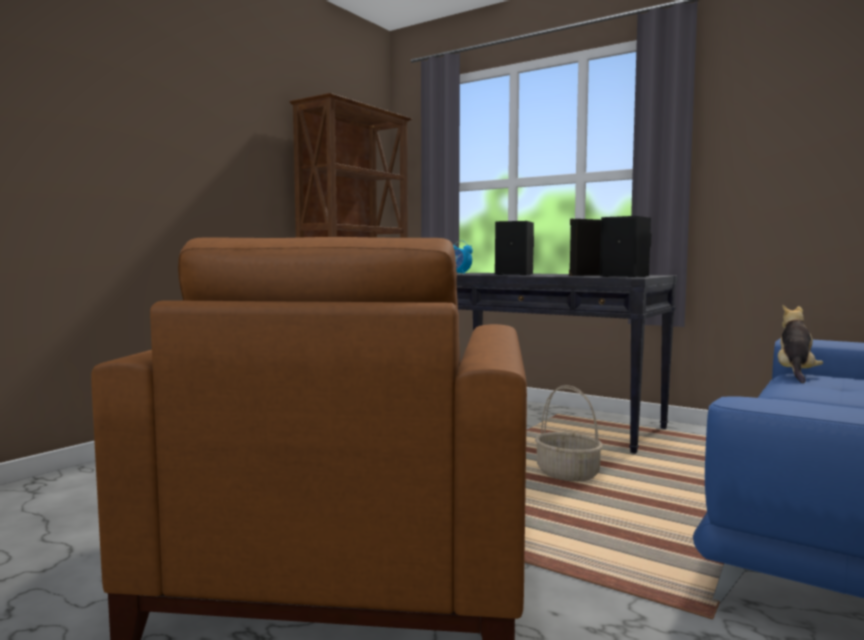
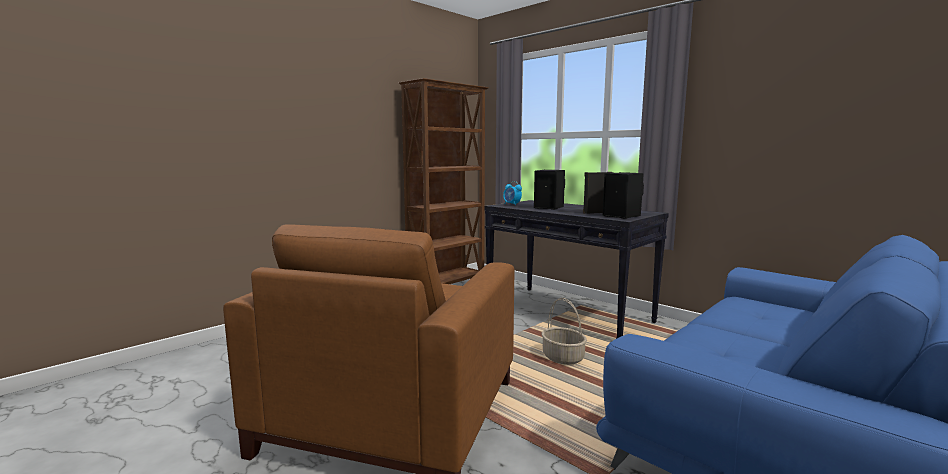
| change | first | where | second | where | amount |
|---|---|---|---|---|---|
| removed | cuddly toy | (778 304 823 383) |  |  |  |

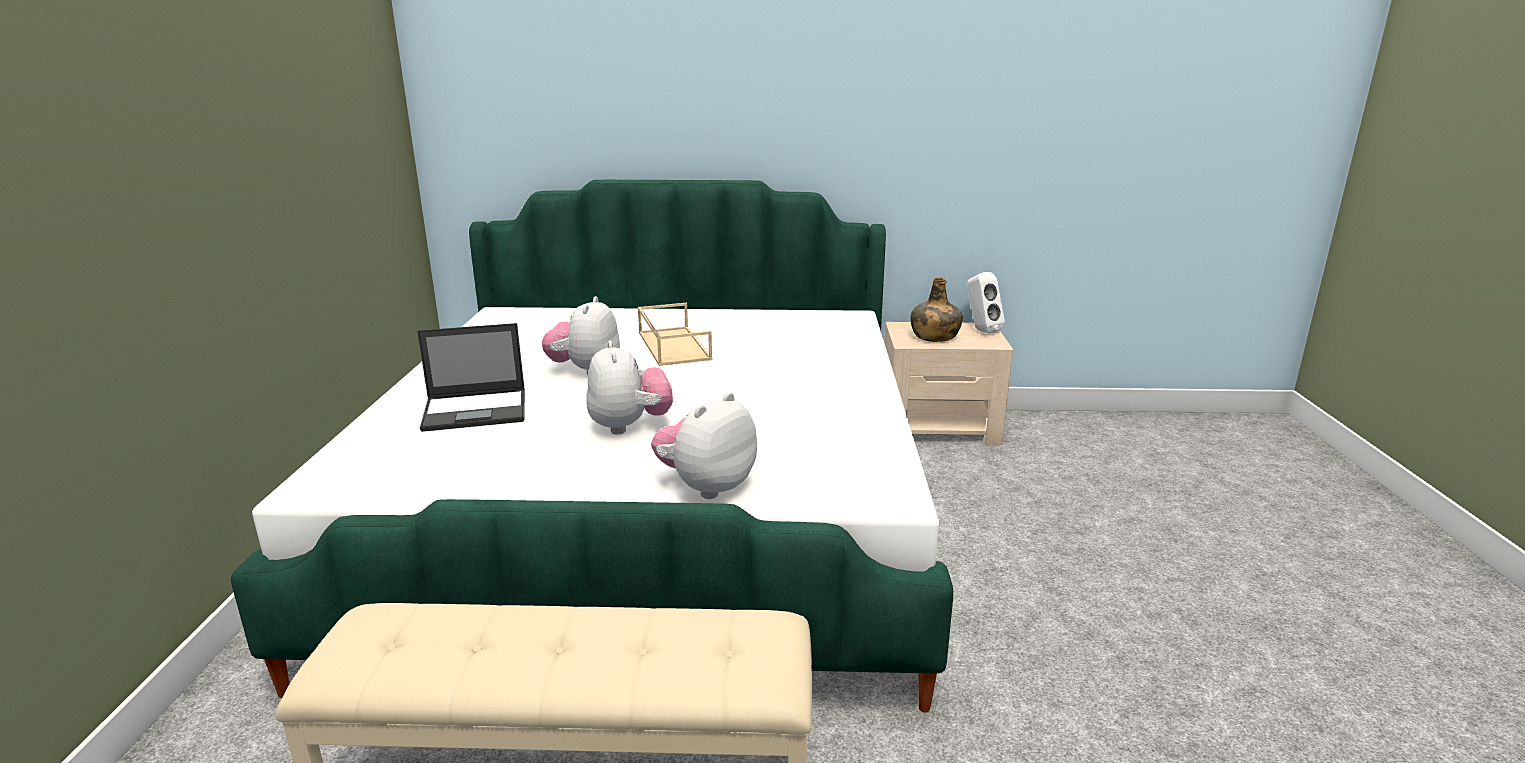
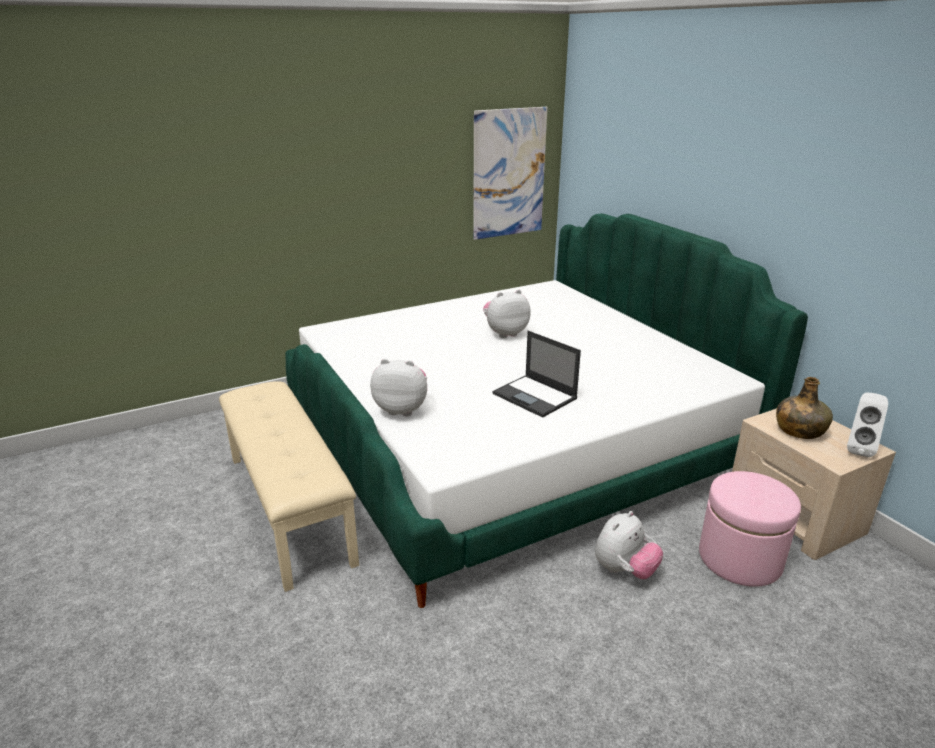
| change | first | where | second | where | amount |
|---|---|---|---|---|---|
| moved | laptop | (417 323 525 432) |  | (492 331 581 418) |  |
| moved | cuddly toy | (586 341 673 435) |  | (595 511 663 579) |  |
| removed | beige-coloured carrying tray | (638 303 712 366) |  |  |  |
| added |  |  | wall art | (473 107 547 240) |  |
| added |  |  | pinkish ottoman | (699 471 801 587) |  |

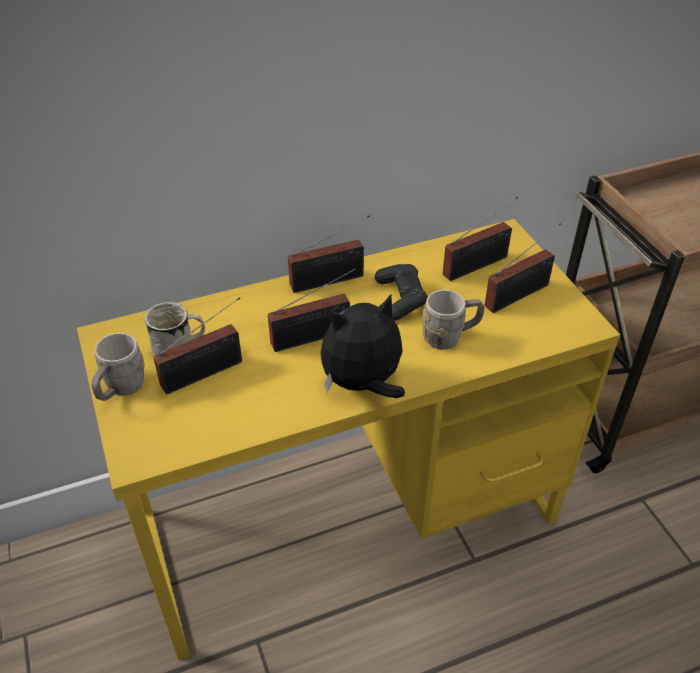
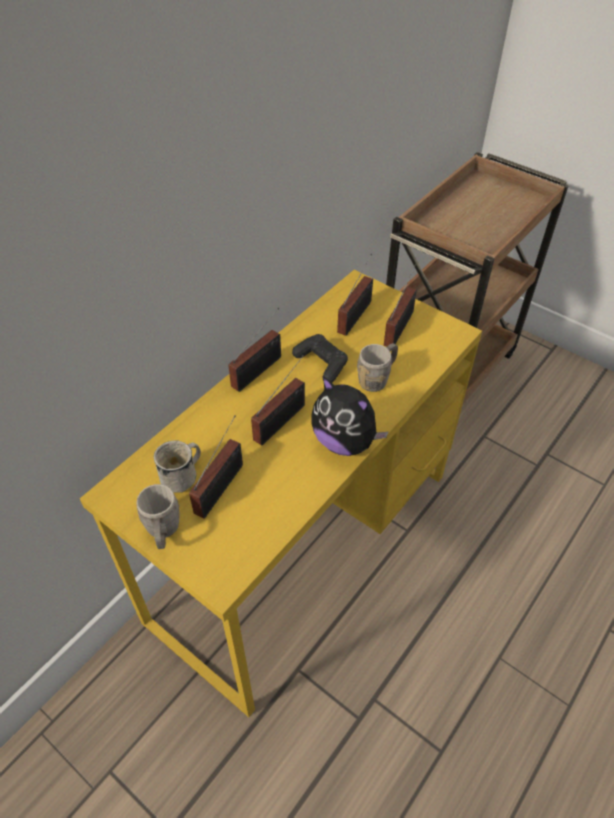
| change | first | where | second | where | amount |
|---|---|---|---|---|---|
| turned | cuddly toy | (320 294 405 398) |  | (311 376 389 456) | 90 degrees counterclockwise |

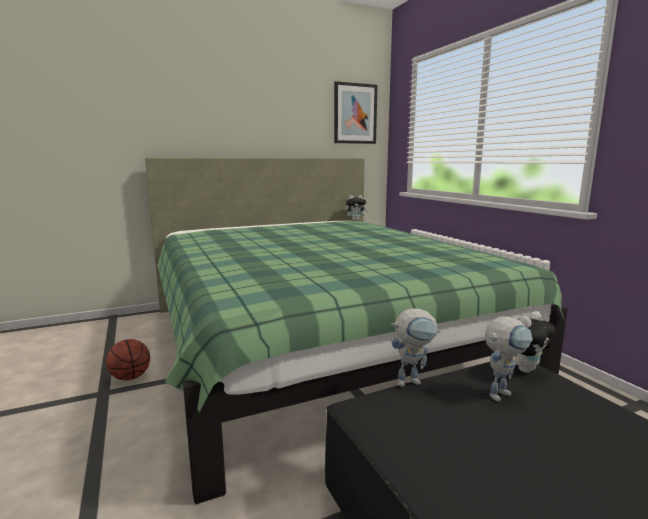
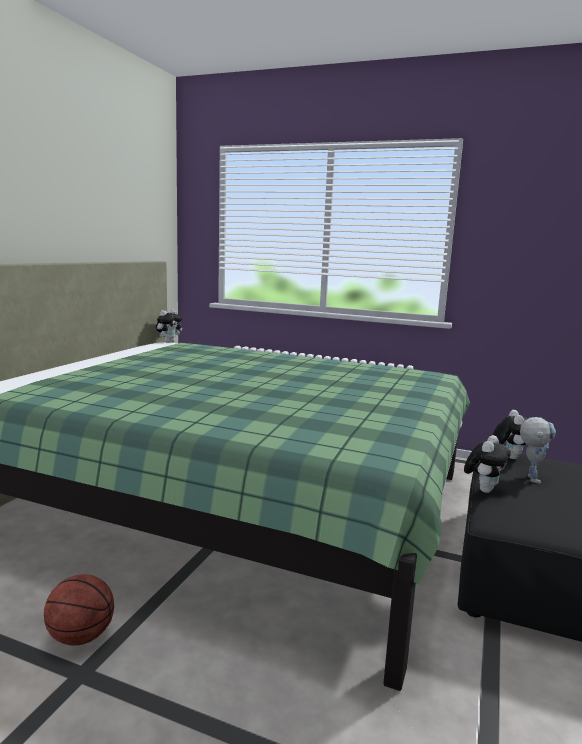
| change | first | where | second | where | amount |
|---|---|---|---|---|---|
| removed | wall art | (334 81 377 144) |  |  |  |
| replaced | toy robot | (391 308 440 387) | cuddly toy | (464 435 511 493) |  |

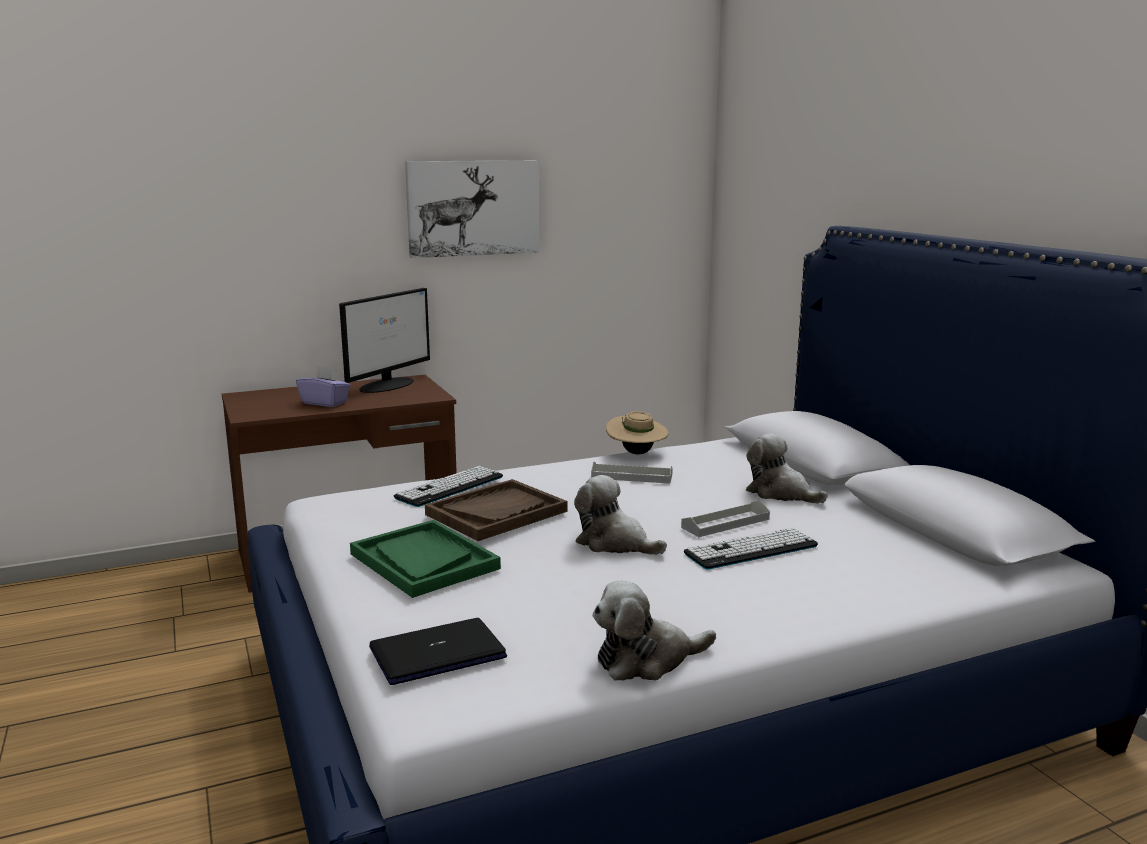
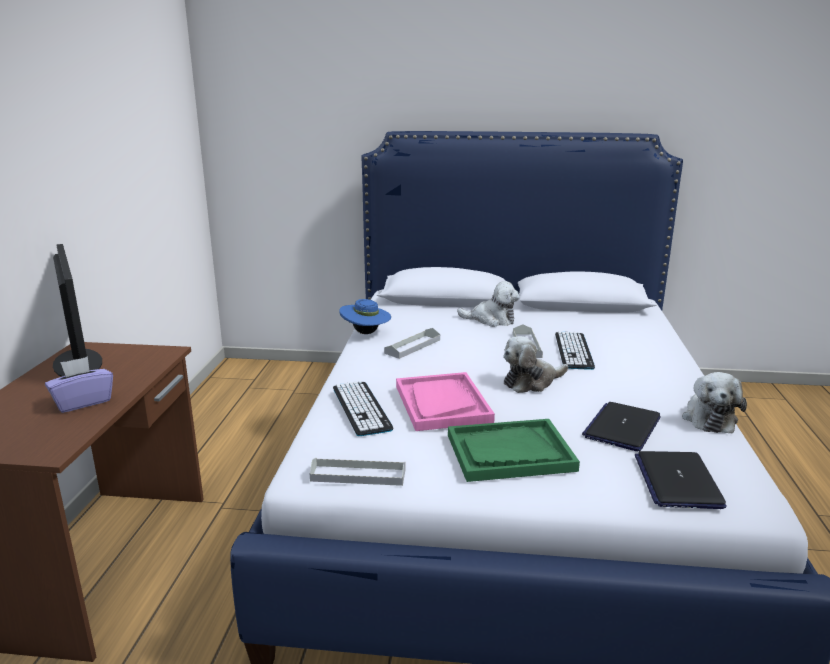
| change | first | where | second | where | amount |
|---|---|---|---|---|---|
| removed | wall art | (405 161 539 258) |  |  |  |
| recoloured | brownish carrying tray | (425 479 567 541) | pinkish carrying tray | (396 372 495 431) |  |
| recoloured | beige-coloured hat | (606 411 669 454) | bluish hat | (339 299 391 334) |  |
| turned | cuddly toy | (746 433 828 503) |  | (457 281 520 327) | 150 degrees counterclockwise |
| added |  |  | gray carrying tray | (310 458 406 486) |  |
| added |  |  | laptop | (582 402 661 451) |  |

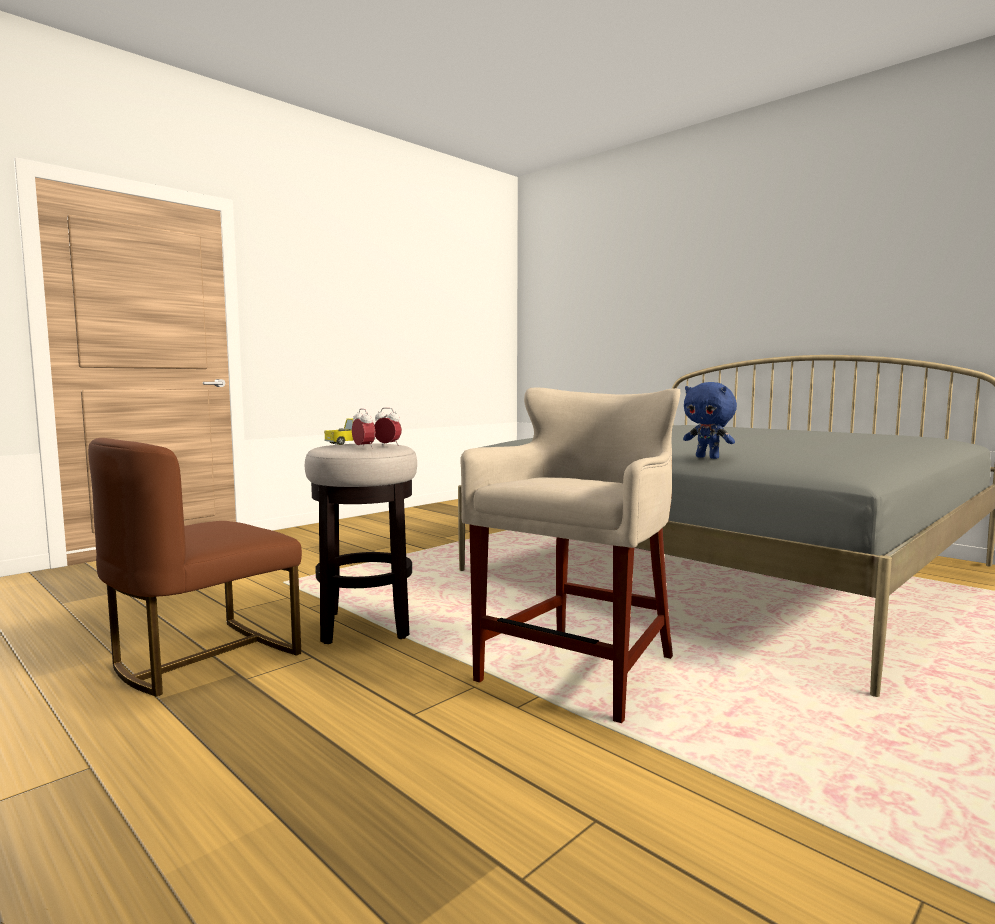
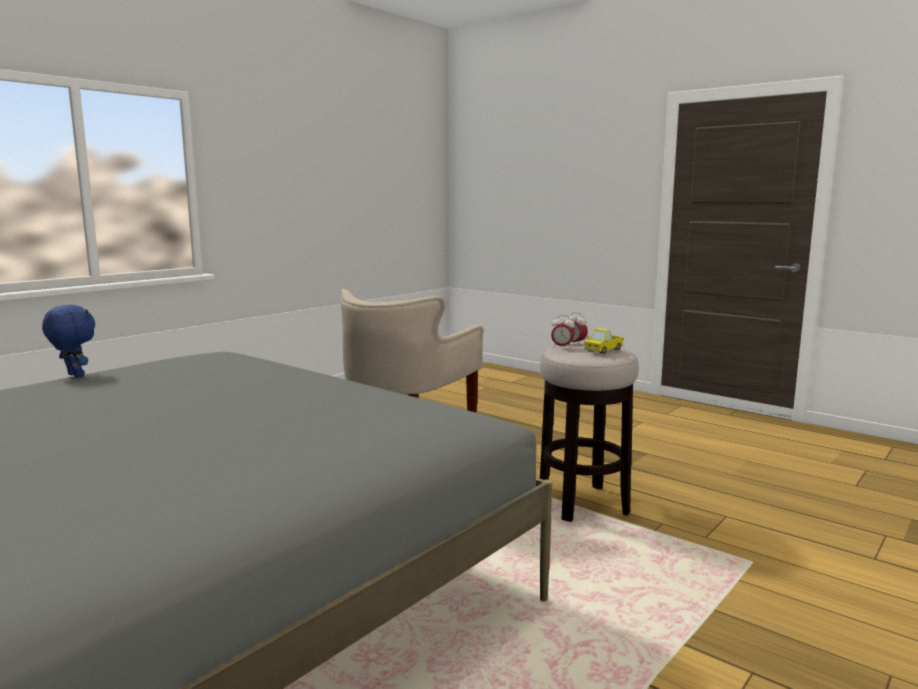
| change | first | where | second | where | amount |
|---|---|---|---|---|---|
| removed | brownish chair | (88 438 302 697) |  |  |  |
| moved | bluish cuddly toy | (683 382 737 459) |  | (42 305 95 377) |  |

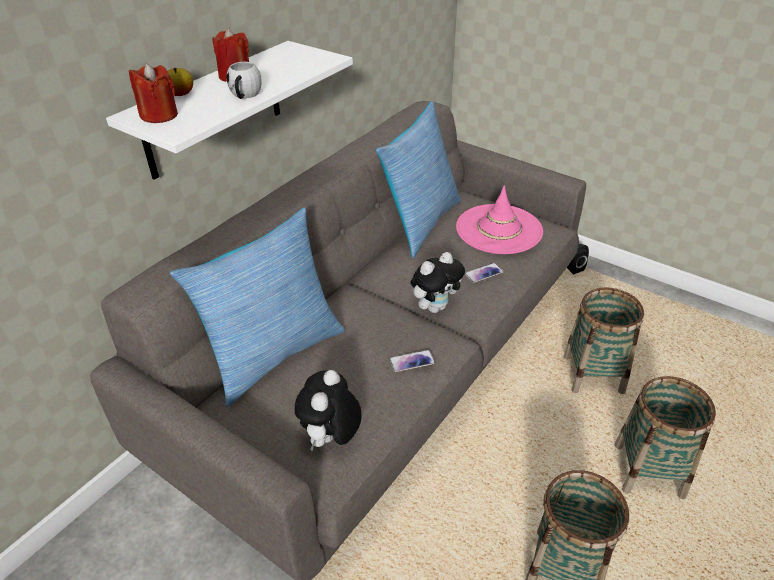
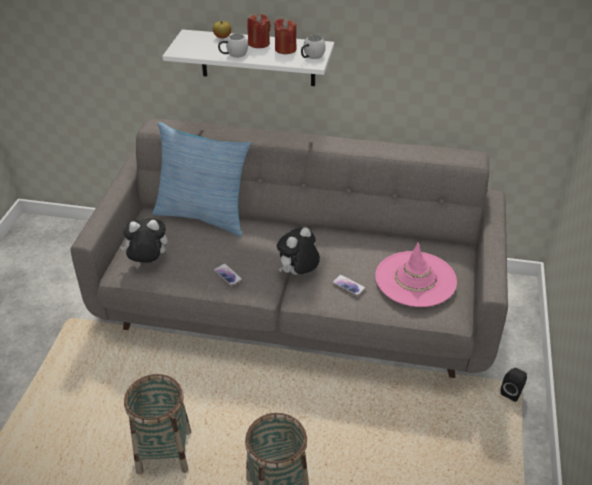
| change | first | where | second | where | amount |
|---|---|---|---|---|---|
| moved | reddish candle | (129 64 178 123) |  | (274 18 297 54) |  |
| removed | throw pillow | (376 102 461 258) |  |  |  |
| turned | cuddly toy | (411 252 465 313) |  | (277 227 320 275) | 105 degrees clockwise |
| removed | household basket | (563 287 644 394) |  |  |  |
| added |  |  | white-coloured tea mug | (301 35 326 59) |  |

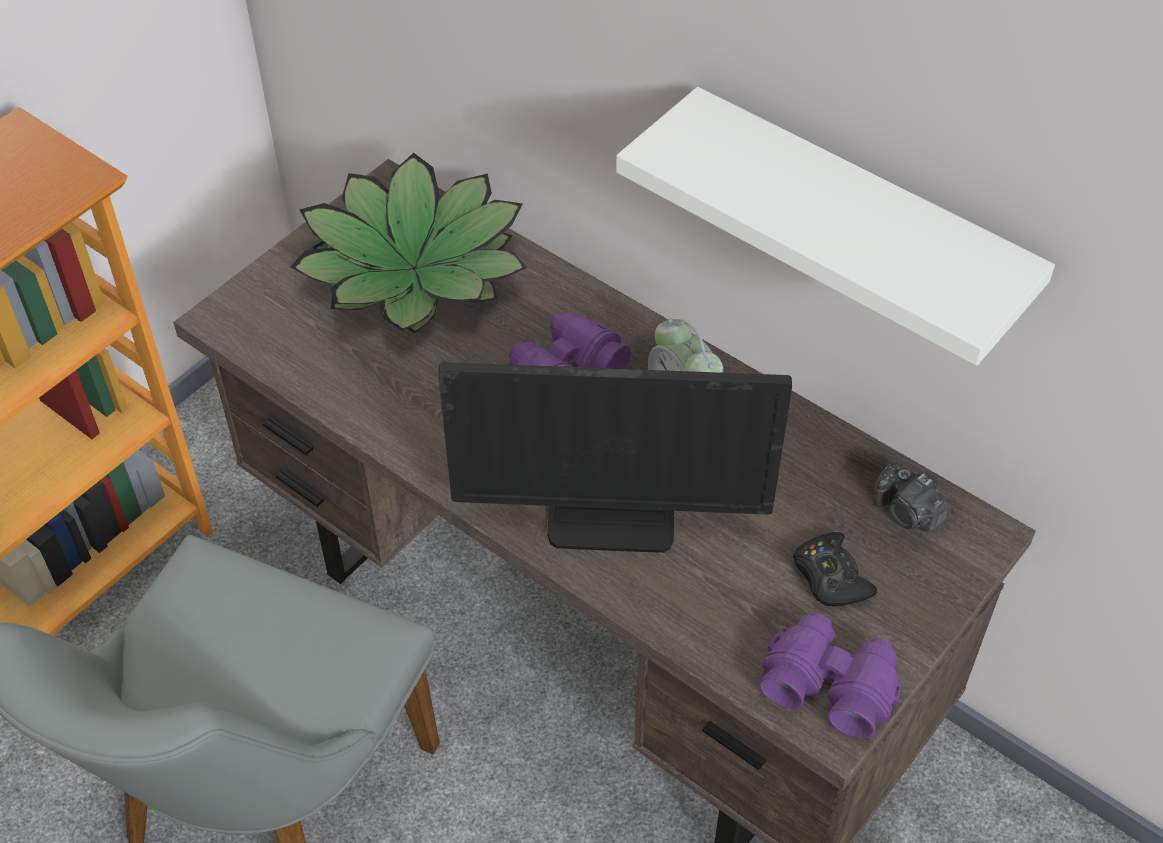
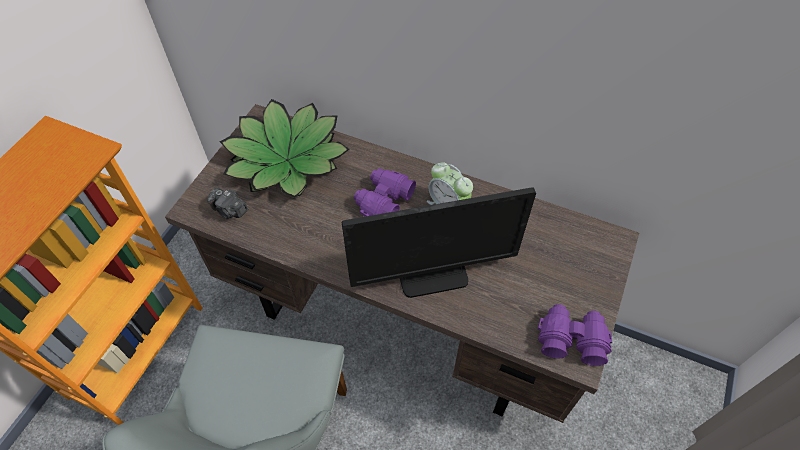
| change | first | where | second | where | amount |
|---|---|---|---|---|---|
| removed | white-coloured wall shelf | (616 87 1055 366) |  |  |  |
| removed | blackish joypad | (793 532 877 606) |  |  |  |
| moved | photo camera | (873 462 951 531) |  | (207 187 248 219) |  |

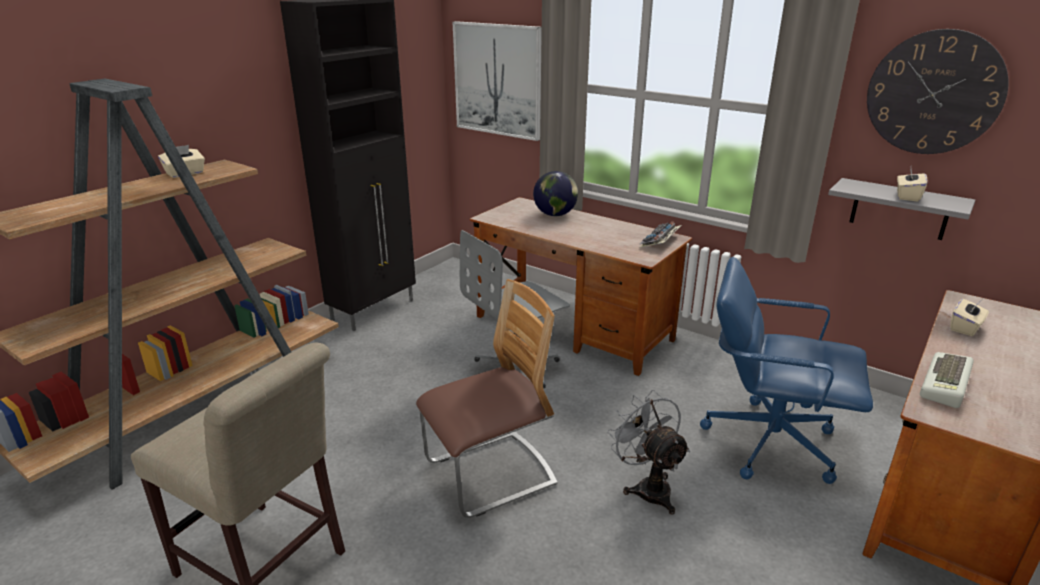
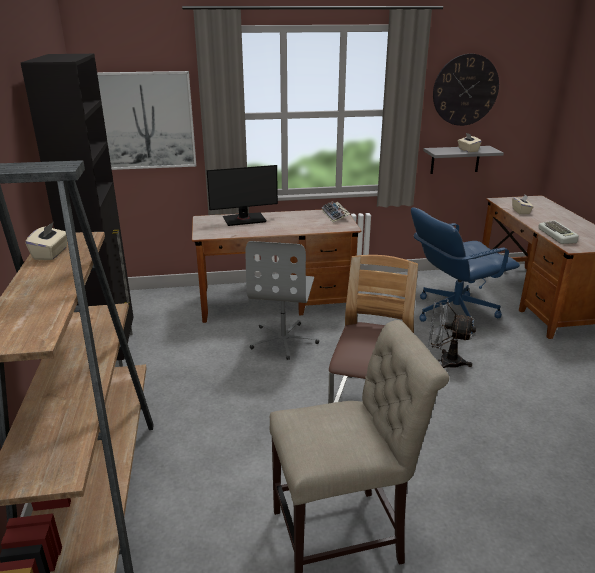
| change | first | where | second | where | amount |
|---|---|---|---|---|---|
| replaced | world globe | (533 171 578 216) | computer display | (207 165 278 226) |  |

